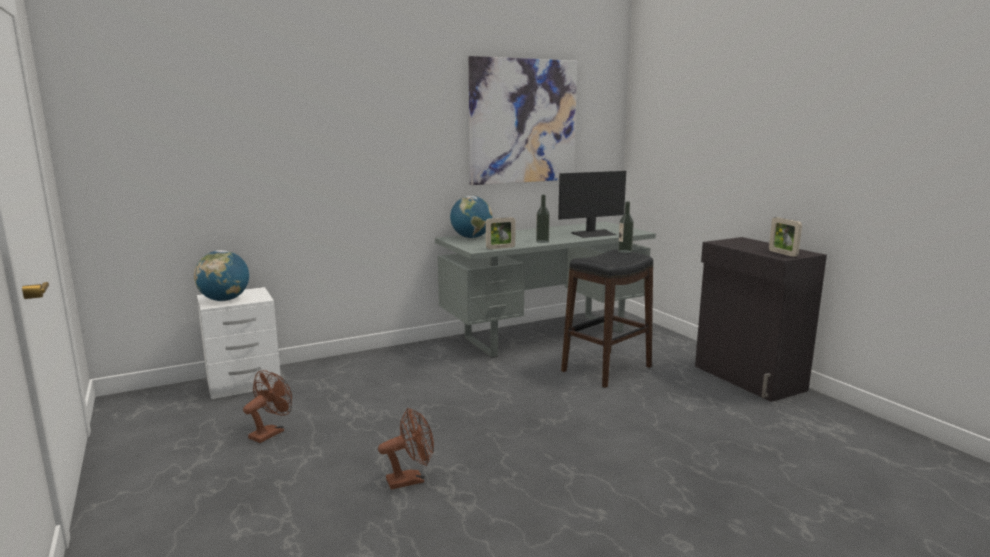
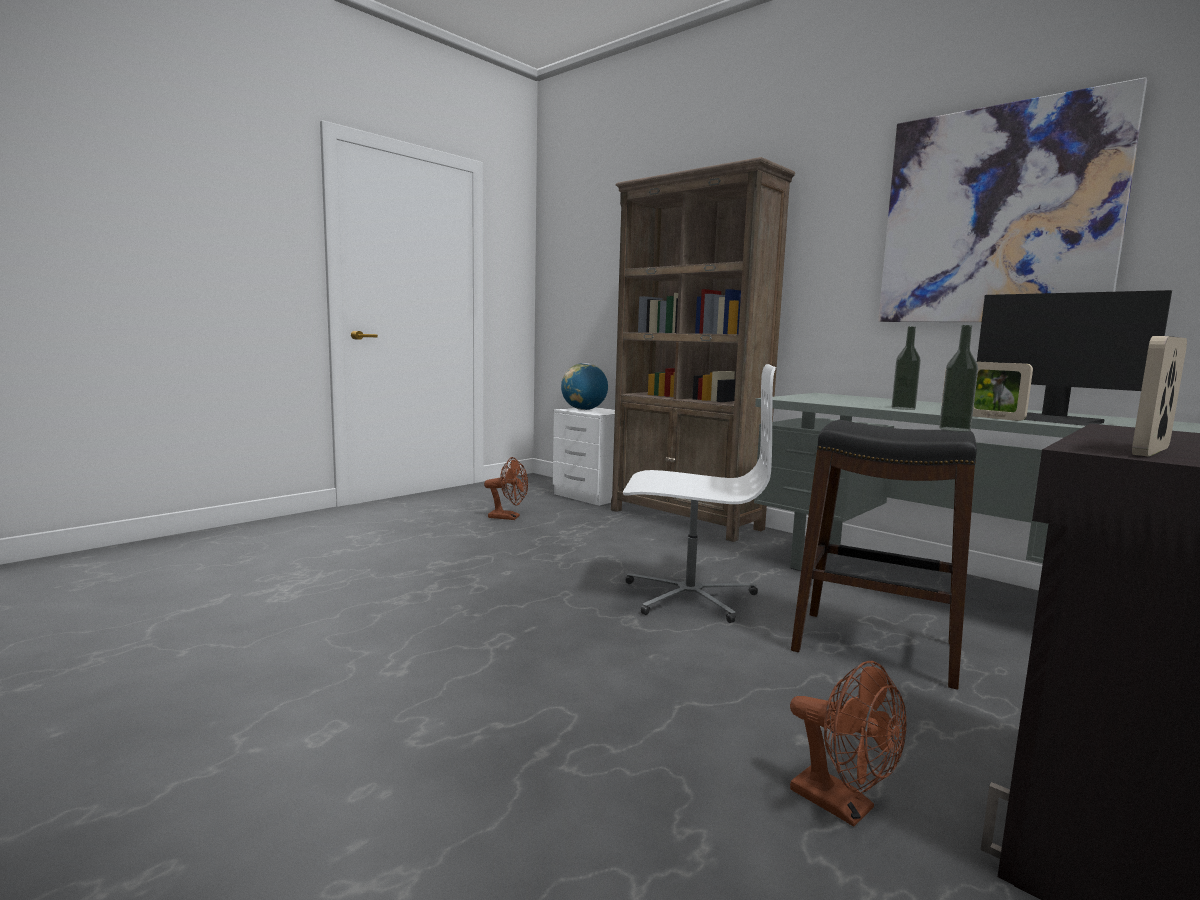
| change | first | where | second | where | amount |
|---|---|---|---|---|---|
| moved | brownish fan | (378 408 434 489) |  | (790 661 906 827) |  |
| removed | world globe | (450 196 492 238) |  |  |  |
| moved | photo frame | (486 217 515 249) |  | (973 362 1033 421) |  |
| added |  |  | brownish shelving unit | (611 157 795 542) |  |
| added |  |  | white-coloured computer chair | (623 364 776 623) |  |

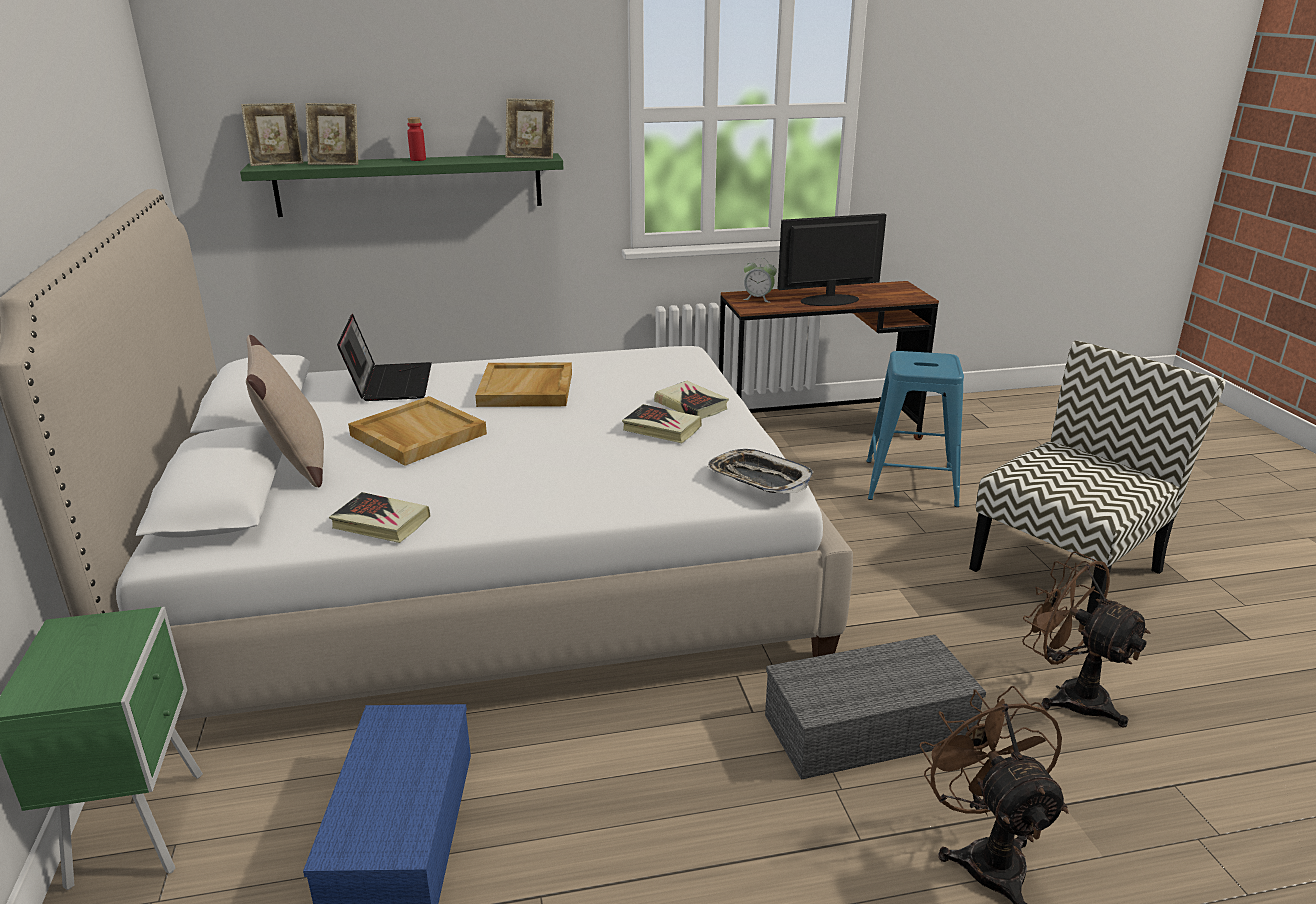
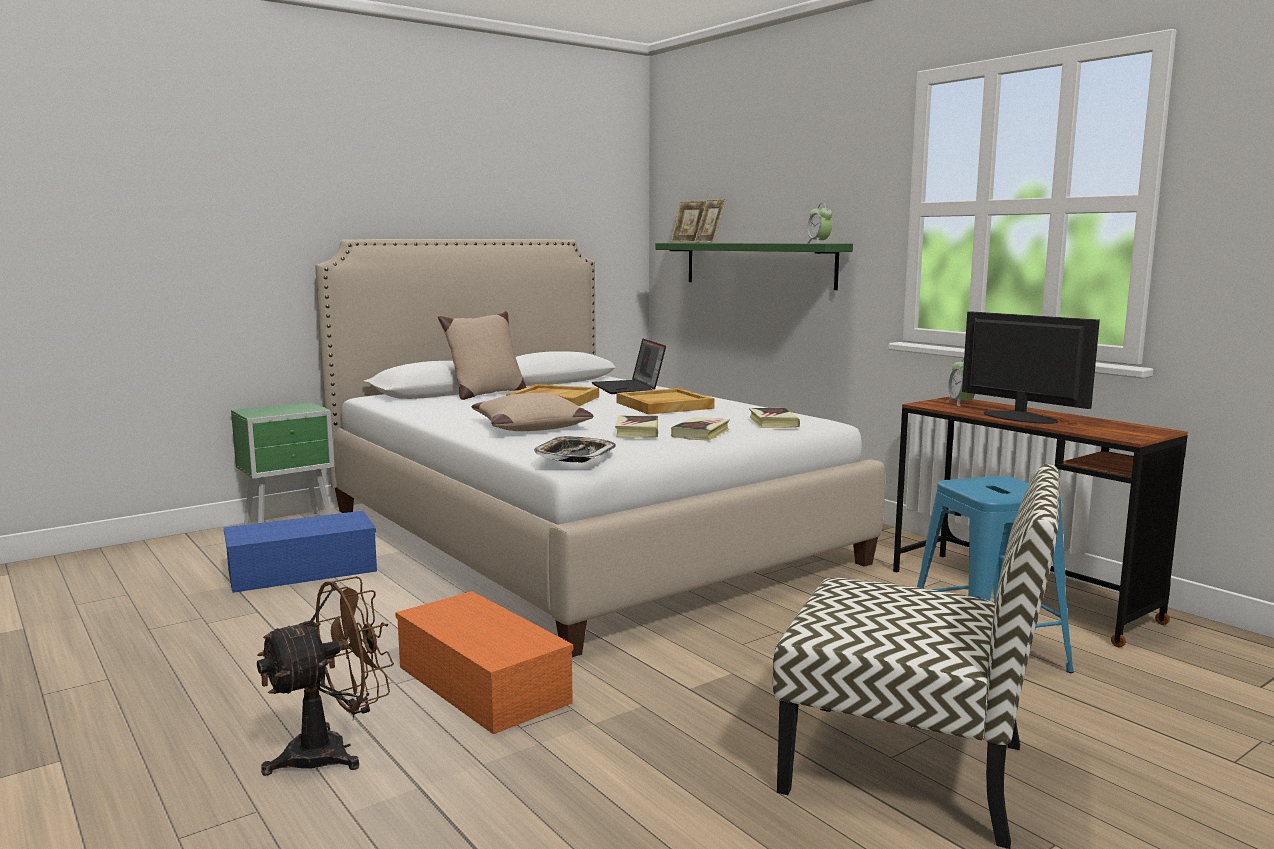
| change | first | where | second | where | amount |
|---|---|---|---|---|---|
| moved | book | (329 492 431 543) |  | (749 408 800 428) |  |
| turned | laptop | (337 314 432 401) |  | (592 339 666 394) | 105 degrees clockwise |
| removed | reddish beverage bottle | (407 117 426 161) |  |  |  |
| replaced | photo frame | (505 98 555 159) | table clock | (807 203 832 243) |  |
| recoloured | gray storage box | (765 635 986 780) | orange storage box | (395 591 573 734) |  |
| removed | brownish fan | (1022 551 1151 727) |  |  |  |
| added |  |  | beige-coloured throw pillow | (471 393 594 431) |  |

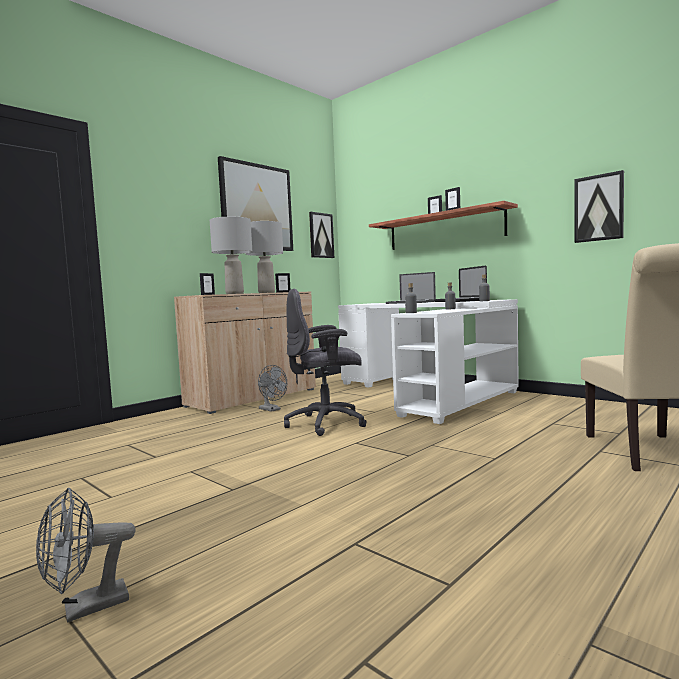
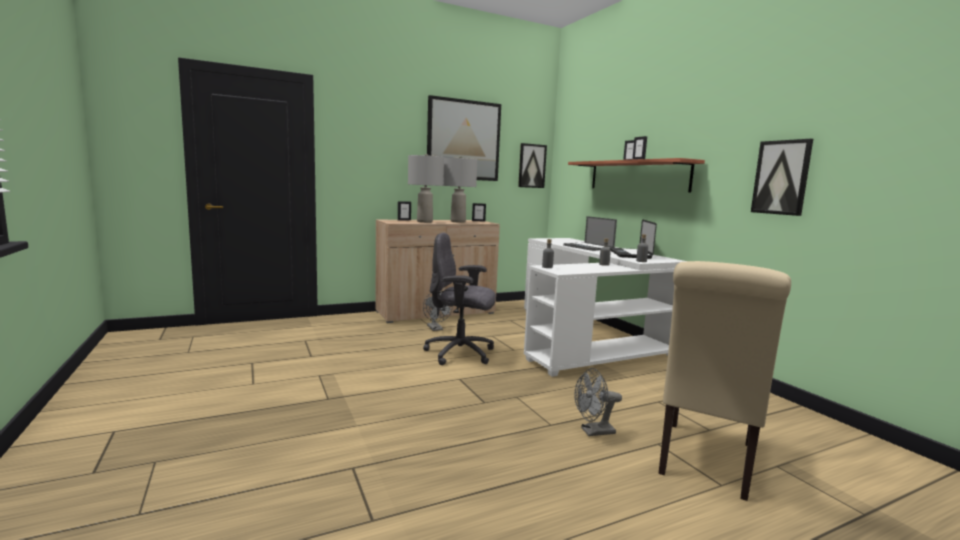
| change | first | where | second | where | amount |
|---|---|---|---|---|---|
| moved | gray fan | (36 488 136 623) |  | (574 368 622 436) |  |

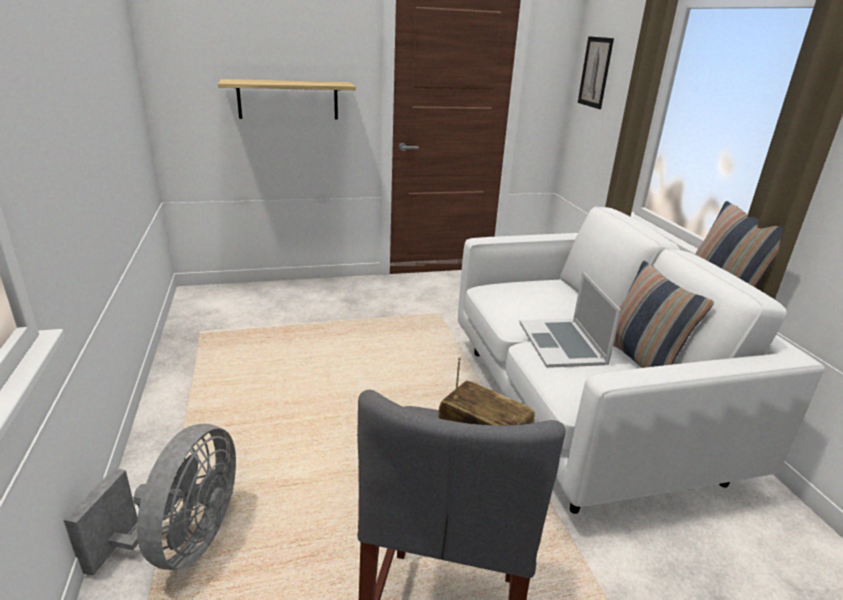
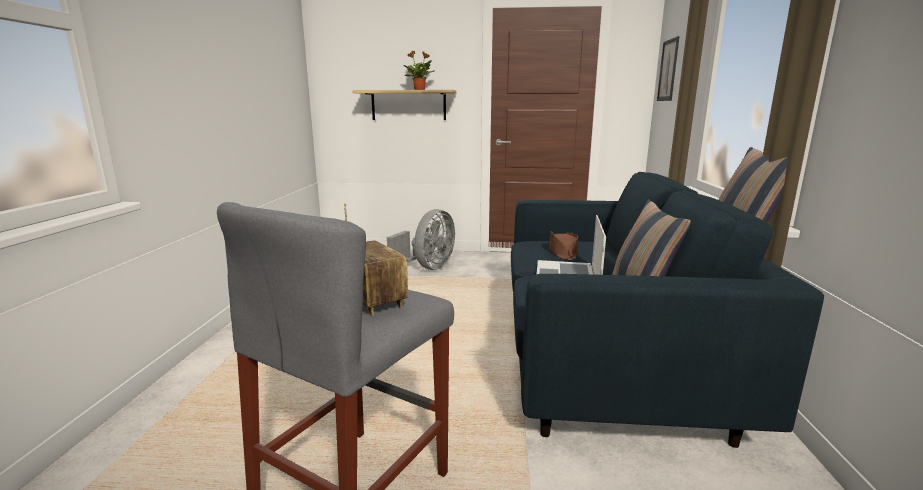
| change | first | where | second | where | amount |
|---|---|---|---|---|---|
| moved | gray fan | (64 424 236 576) |  | (387 209 455 270) |  |
| recoloured | white-coloured sofa | (458 207 825 514) | bluish sofa | (511 172 824 448) |  |
| added |  |  | houseplant | (403 51 434 90) |  |
| added |  |  | brownish hat | (549 231 578 260) |  |

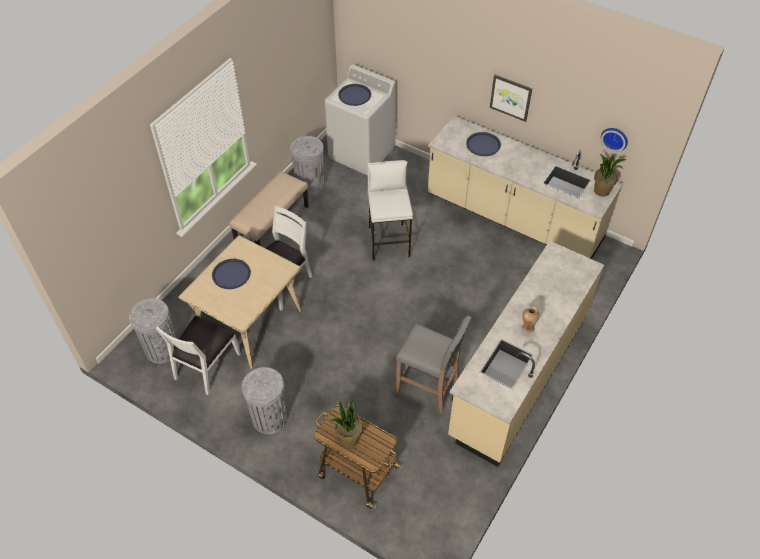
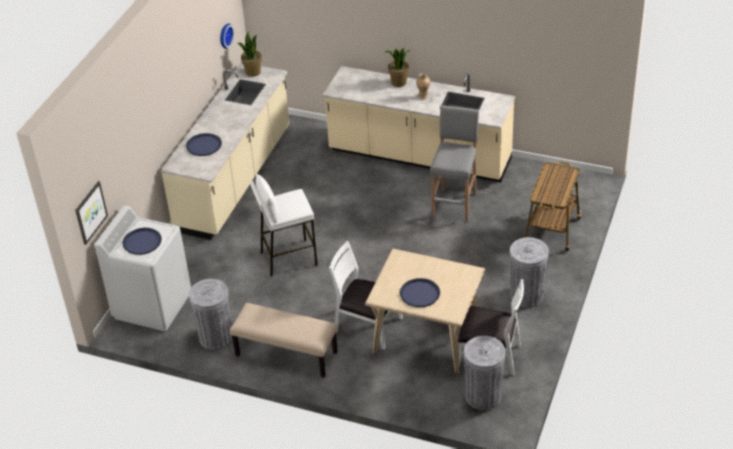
| change | first | where | second | where | amount |
|---|---|---|---|---|---|
| moved | houseplant | (330 399 363 447) |  | (384 48 410 87) |  |
| moved | wall art | (490 75 532 122) |  | (75 181 108 245) |  |

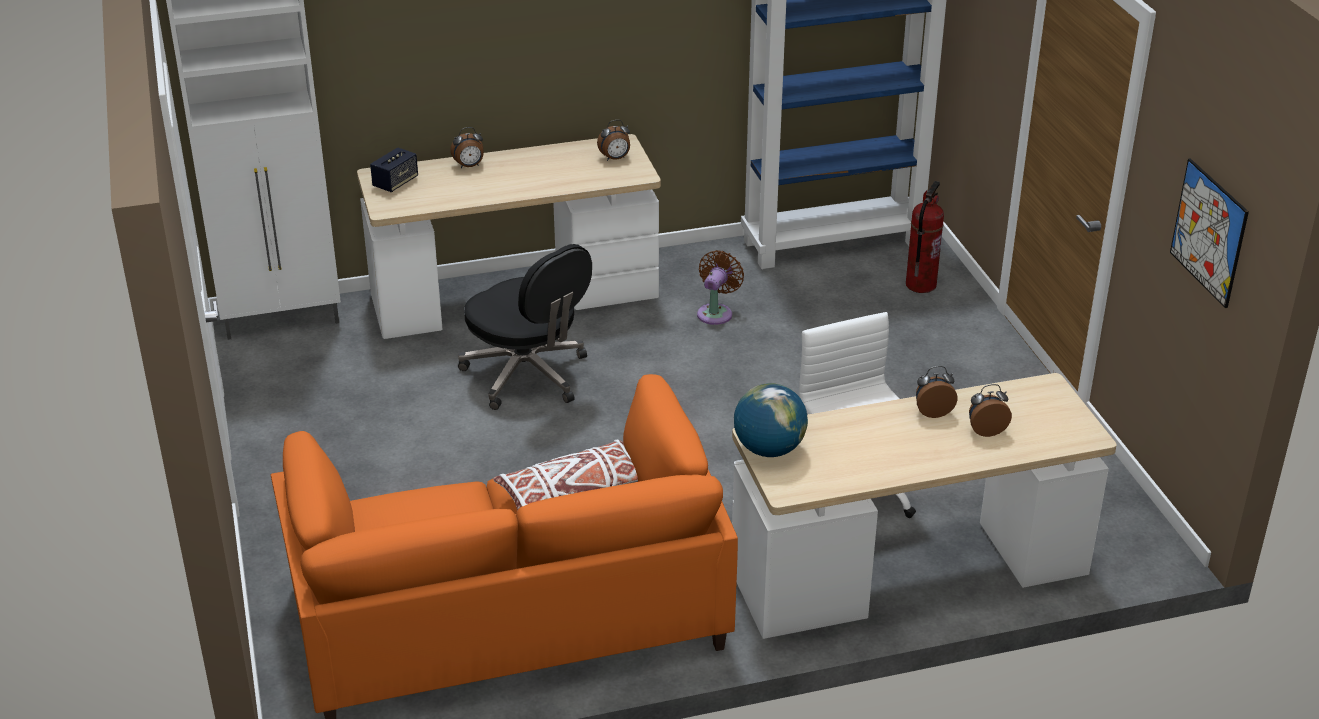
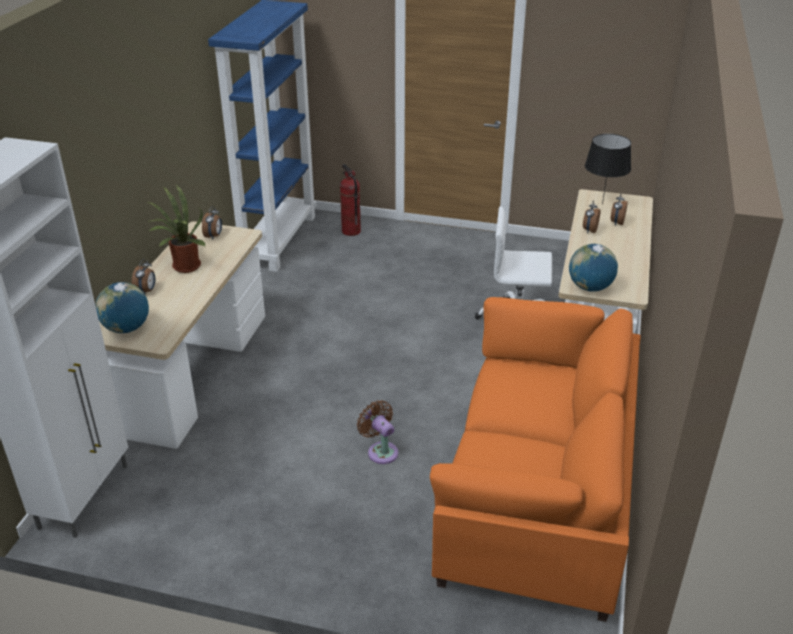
| change | first | where | second | where | amount |
|---|---|---|---|---|---|
| replaced | loudspeaker | (370 147 418 192) | world globe | (96 282 149 333) |  |
| removed | blackish computer chair | (458 244 592 410) |  |  |  |
| removed | white-coloured throw pillow | (493 440 638 511) |  |  |  |
| moved | brownish fan | (697 250 744 325) |  | (357 400 398 464) |  |
| removed | wall art | (1170 158 1249 308) |  |  |  |
| added |  |  | houseplant | (147 185 206 273) |  |
| added |  |  | blackish lamp for a table | (585 134 631 204) |  |

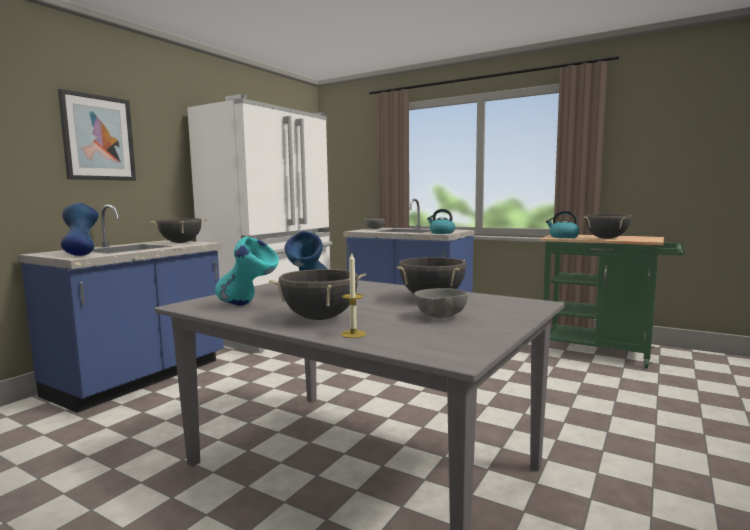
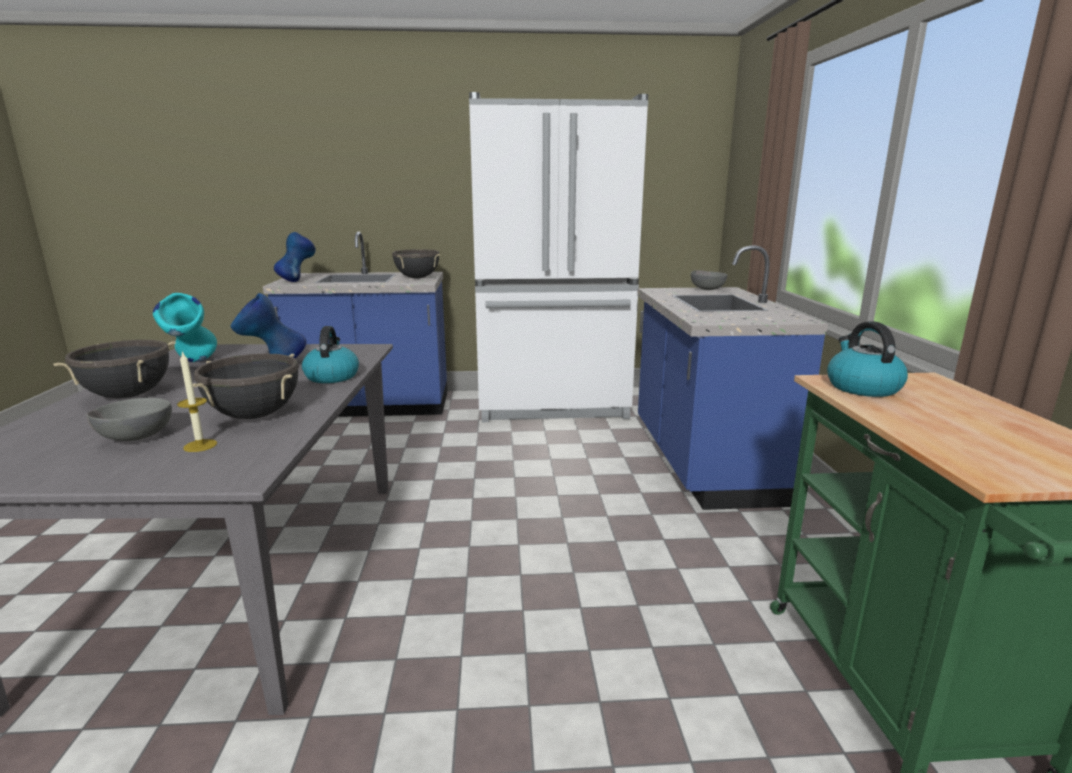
| change | first | where | second | where | amount |
|---|---|---|---|---|---|
| removed | wall art | (58 89 136 181) |  |  |  |
| moved | candle | (341 253 366 338) |  | (177 351 217 452) |  |
| moved | water kettle | (427 209 455 234) |  | (302 326 359 383) |  |
| removed | blackish saucepot | (584 214 631 239) |  |  |  |

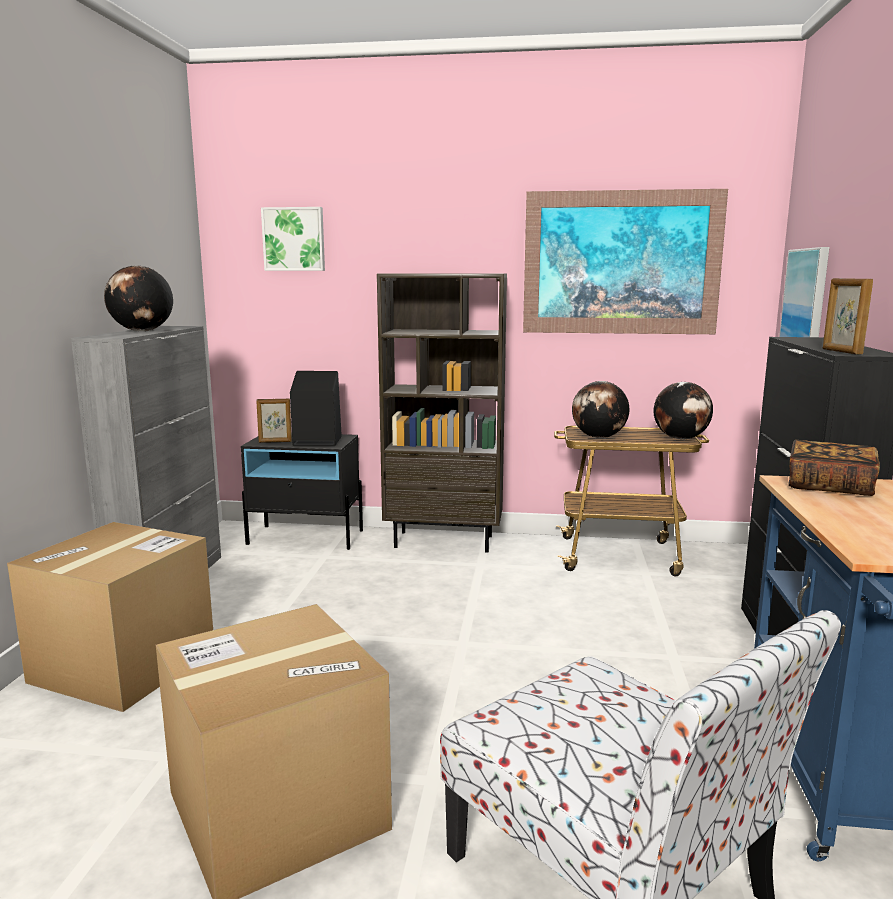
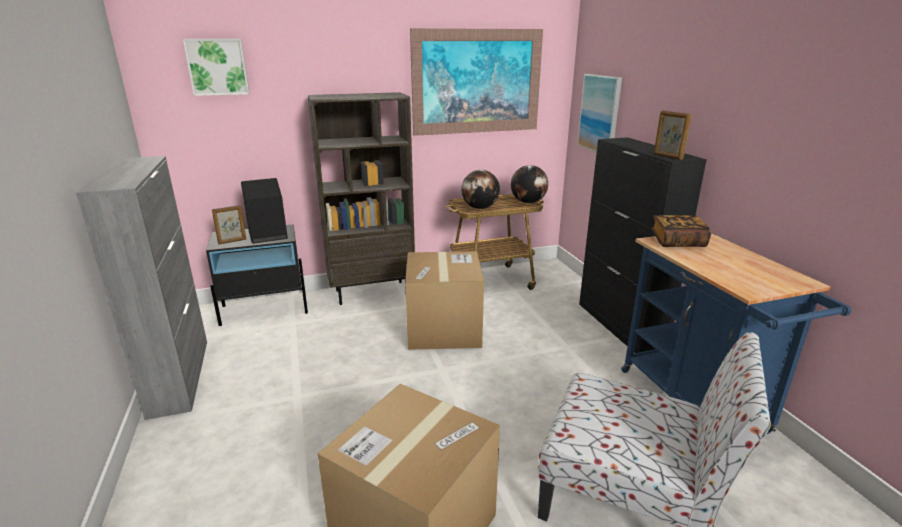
| change | first | where | second | where | amount |
|---|---|---|---|---|---|
| moved | packing box | (7 522 213 712) |  | (405 251 484 350) |  |
| removed | world globe | (104 265 173 331) |  |  |  |

